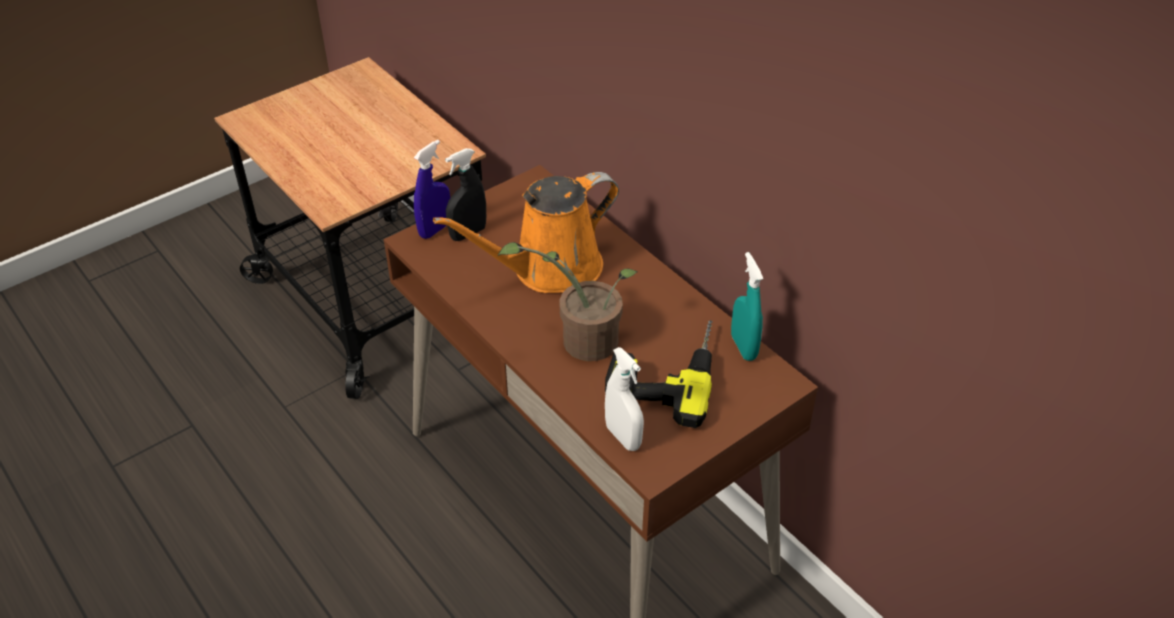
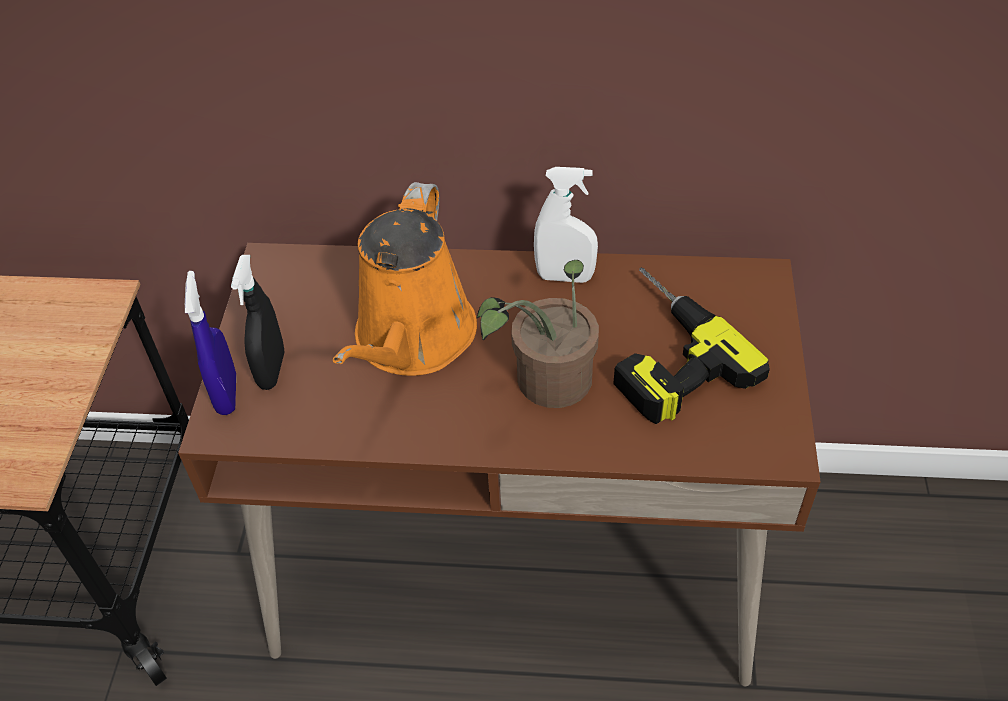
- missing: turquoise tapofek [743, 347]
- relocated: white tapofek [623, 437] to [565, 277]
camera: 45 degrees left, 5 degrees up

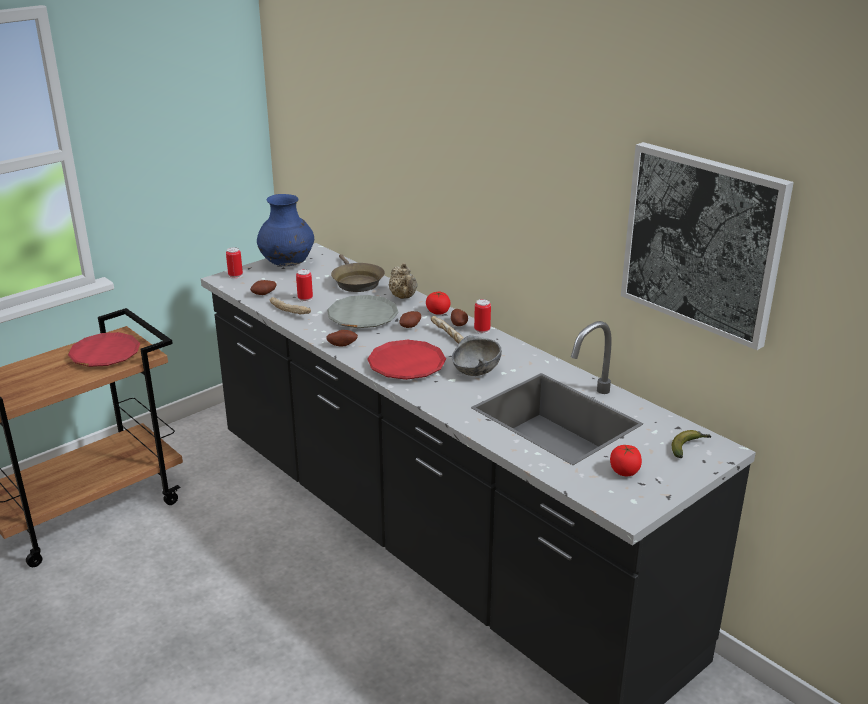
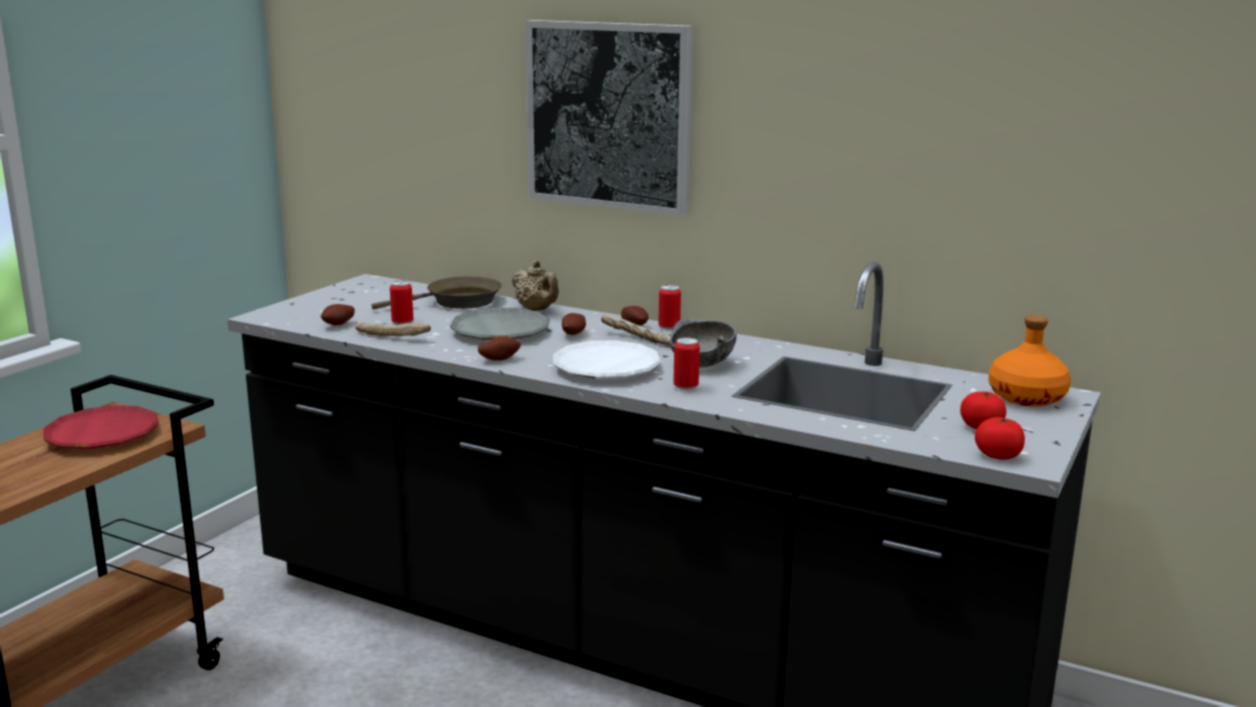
- missing: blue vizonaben [287, 264]
- relocated: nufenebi [235, 275] to [685, 387]
- relocated: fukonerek [438, 312] to [998, 455]
- relocated: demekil [702, 242] to [609, 115]
- exchanged: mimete [689, 447] to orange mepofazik [1027, 397]
- colour: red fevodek [406, 365] to white fevodek [606, 368]
- spun: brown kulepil [356, 281] = [457, 302] 75 degrees counterclockwise
camera: 20 degrees left, 10 degrees down

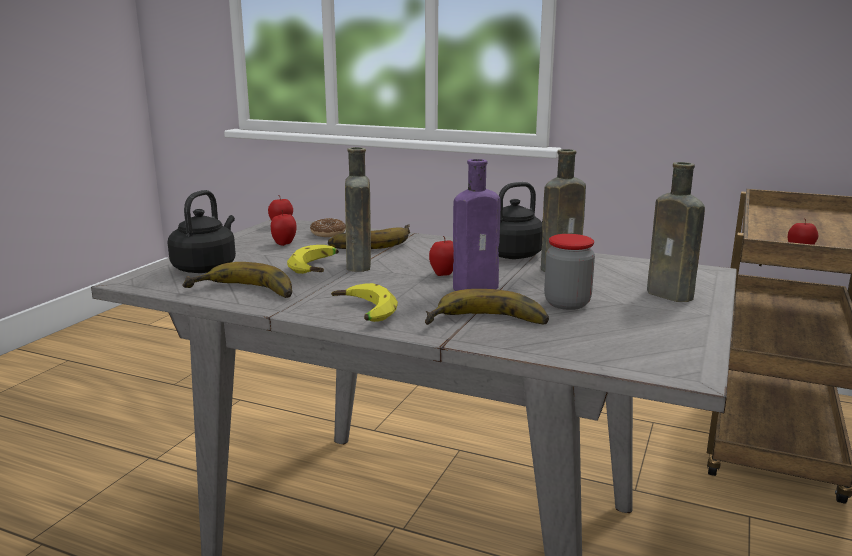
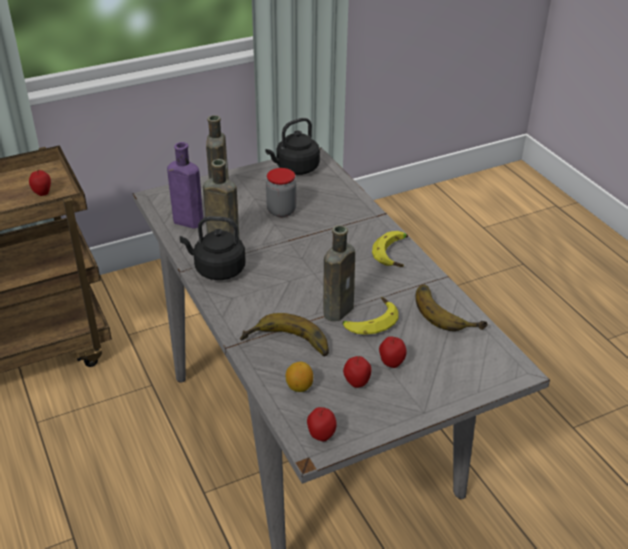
- missing: mimete [487, 324]
- relocated: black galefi [206, 267] to [295, 168]
- relocated: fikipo [444, 274] to [391, 363]
- relocated: purple mepofazik [478, 287] to [186, 221]
- exchanged: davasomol [328, 234] to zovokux [299, 387]
camera: 140 degrees left, 20 degrees up

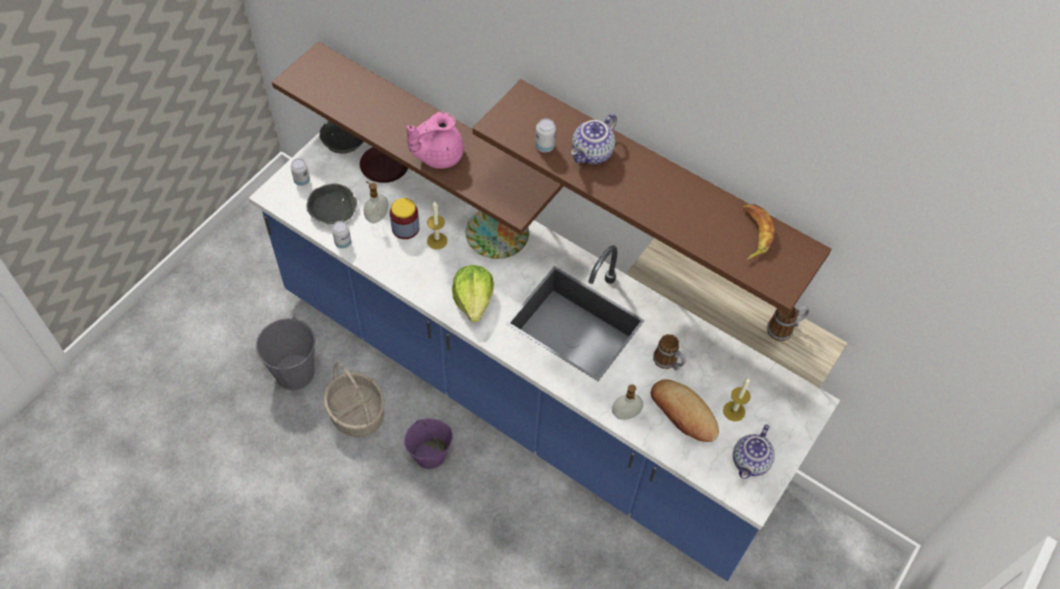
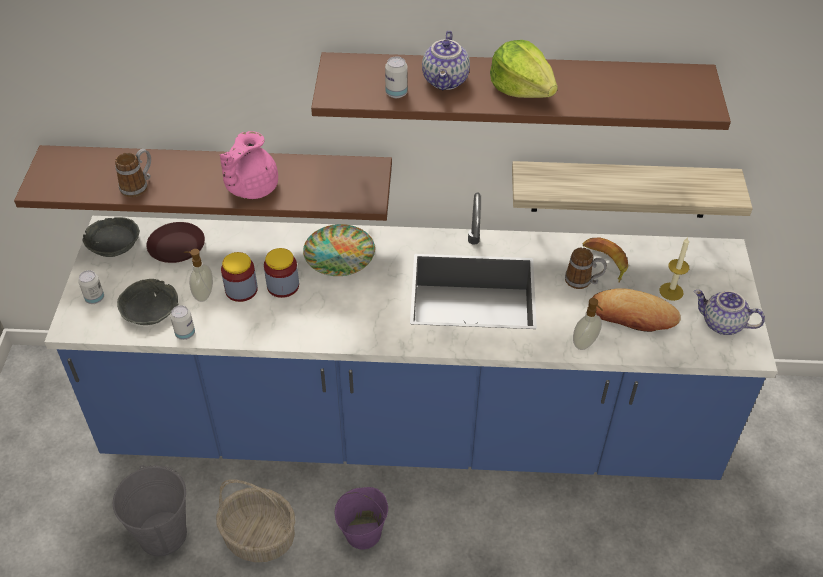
- relocated: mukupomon [473, 300] to [522, 89]
- relocated: mimete [753, 234] to [605, 261]
- relocated: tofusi [784, 329] to [138, 185]
- exchanged: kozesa [437, 241] to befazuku [283, 286]
- spun: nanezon [751, 462] = [721, 324] 120 degrees clockwise
camera: 30 degrees left, 10 degrees down

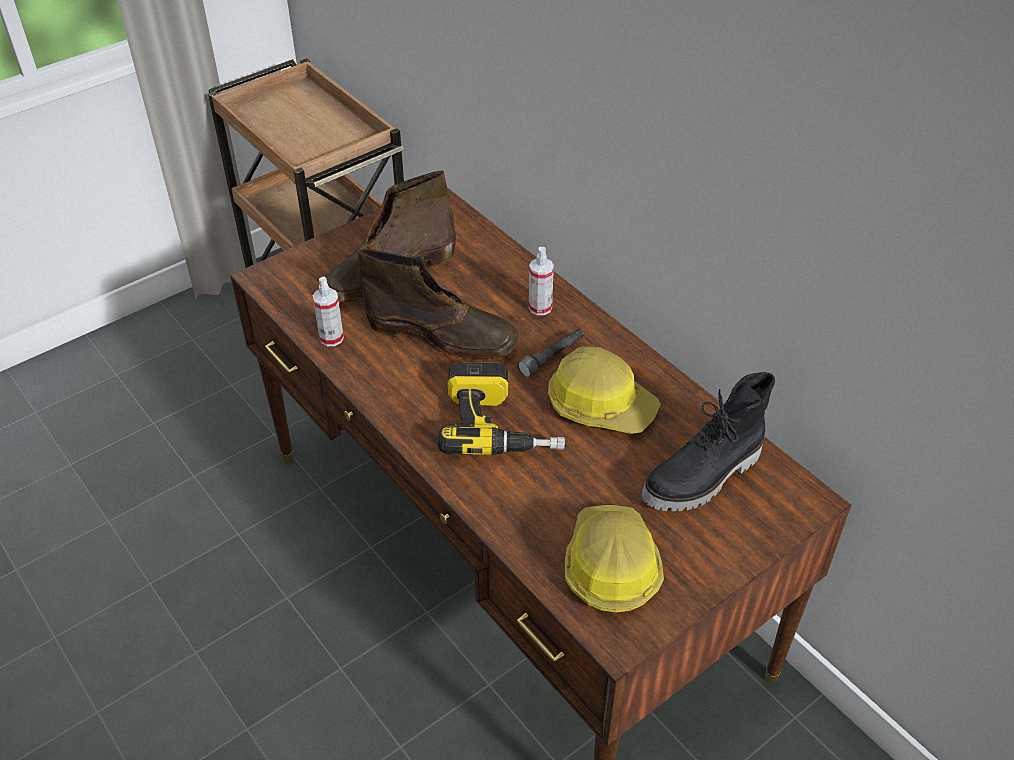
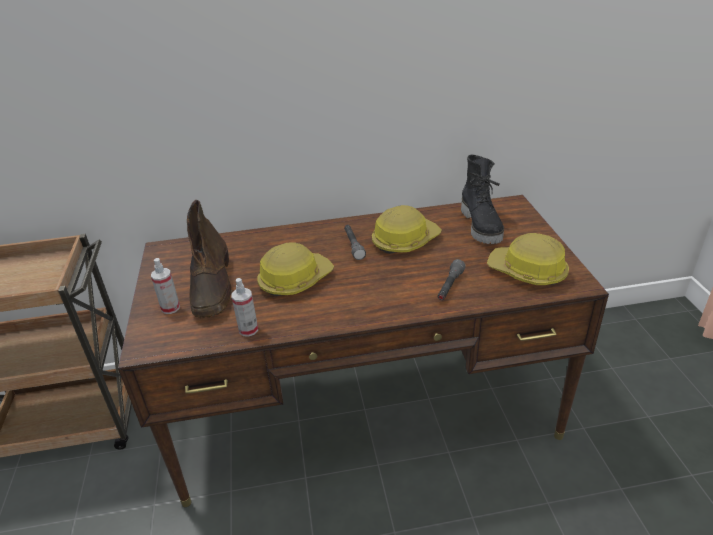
- missing: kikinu [501, 424]
- appeared: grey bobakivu [449, 286]
- relocated: tapofek [540, 307] to [170, 308]
- exchanged: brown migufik [443, 335] to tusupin [294, 280]
camera: 60 degrees left, 10 degrees down

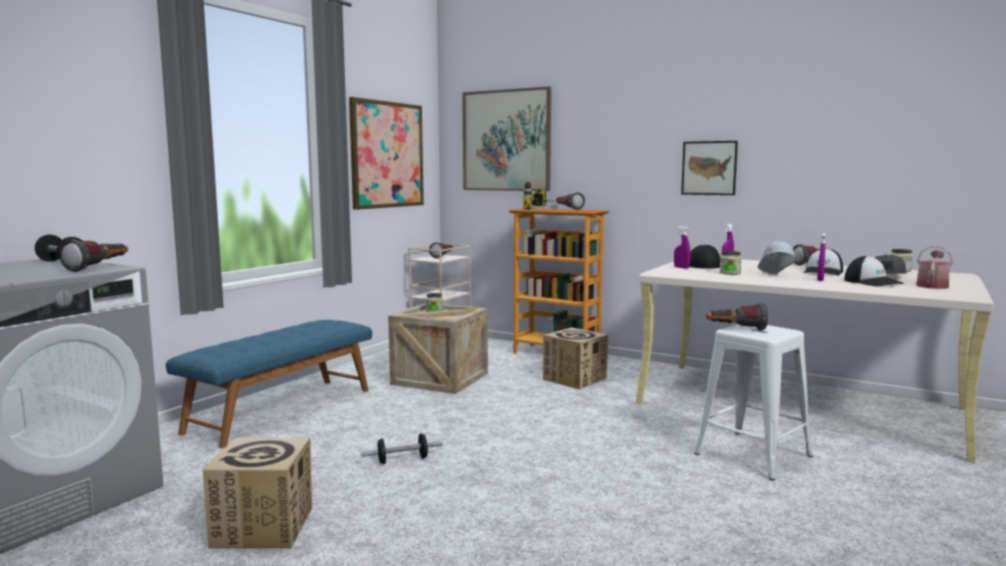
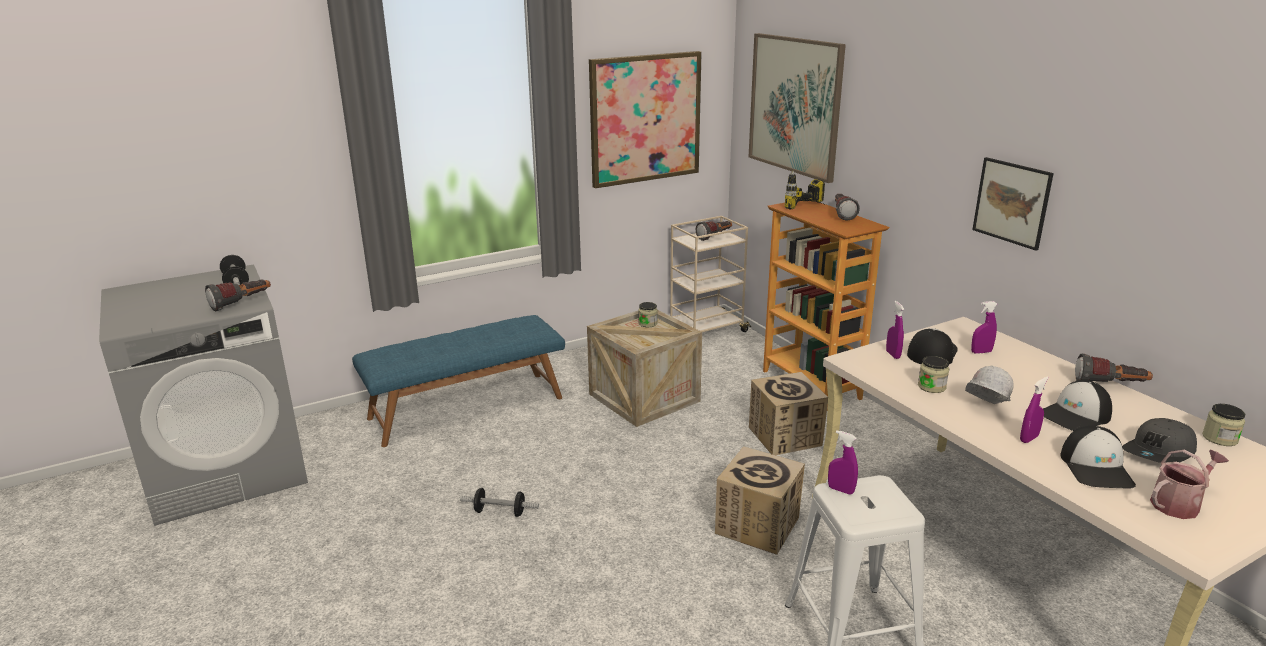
- relocated: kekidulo [263, 527] to [758, 525]
- exchanged: bobakivu [735, 329] to purple tapofek [840, 490]
camera: 30 degrees right, 15 degrees up

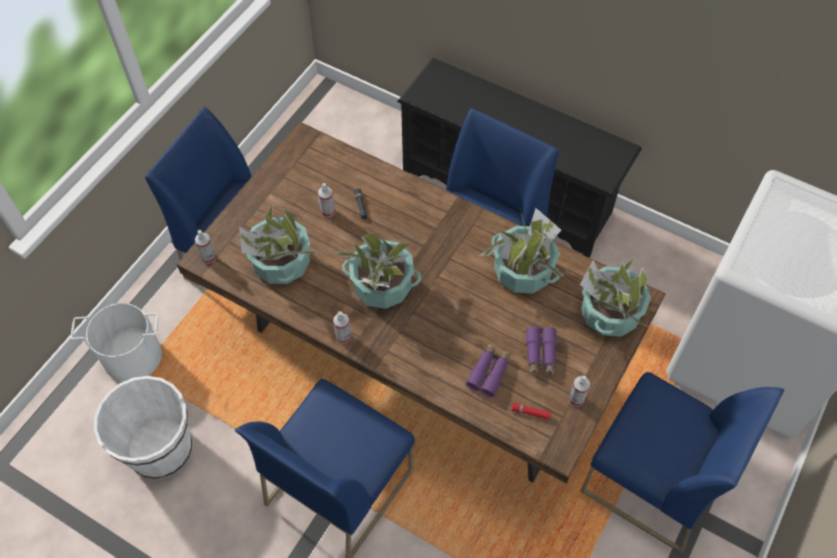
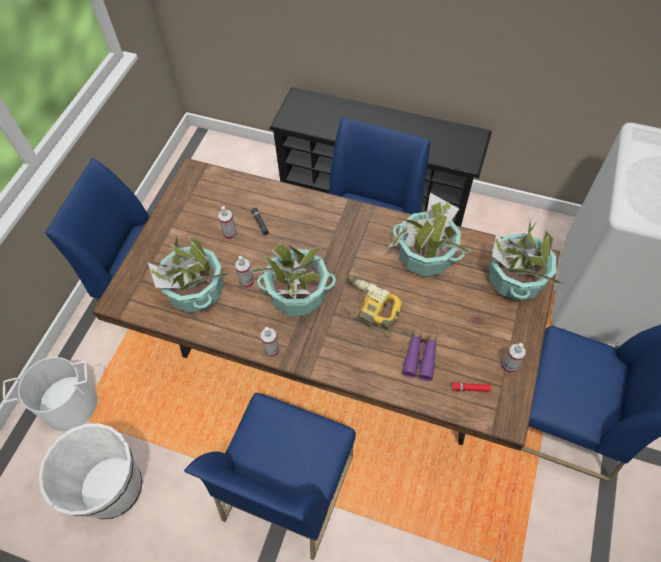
- missing: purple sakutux [540, 355]
- appeared: kikinu [368, 308]
- relocated: tapofek [208, 257] to [247, 282]
camera: 10 degrees left, 0 degrees up

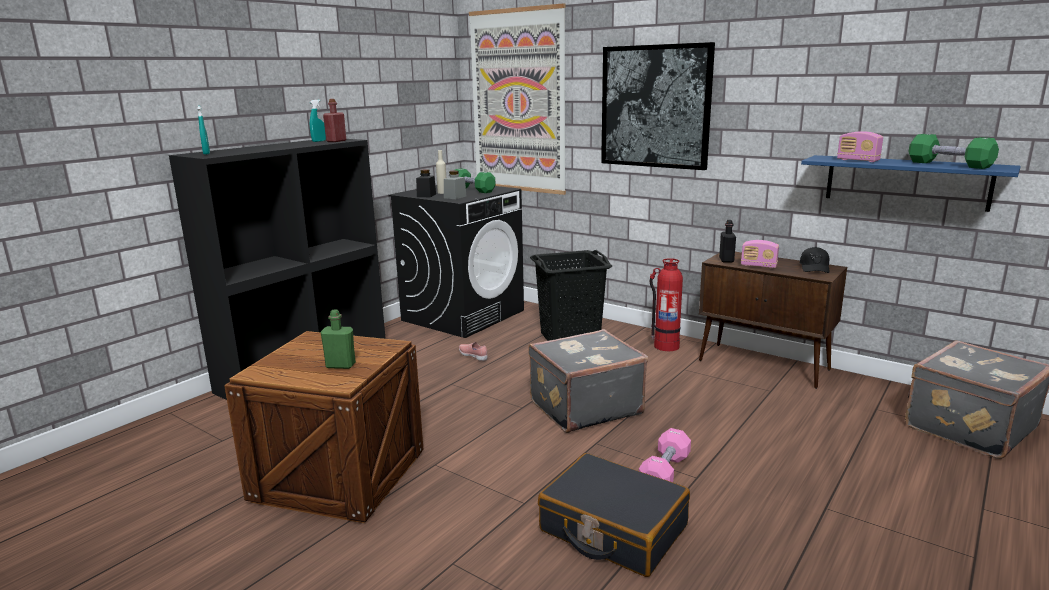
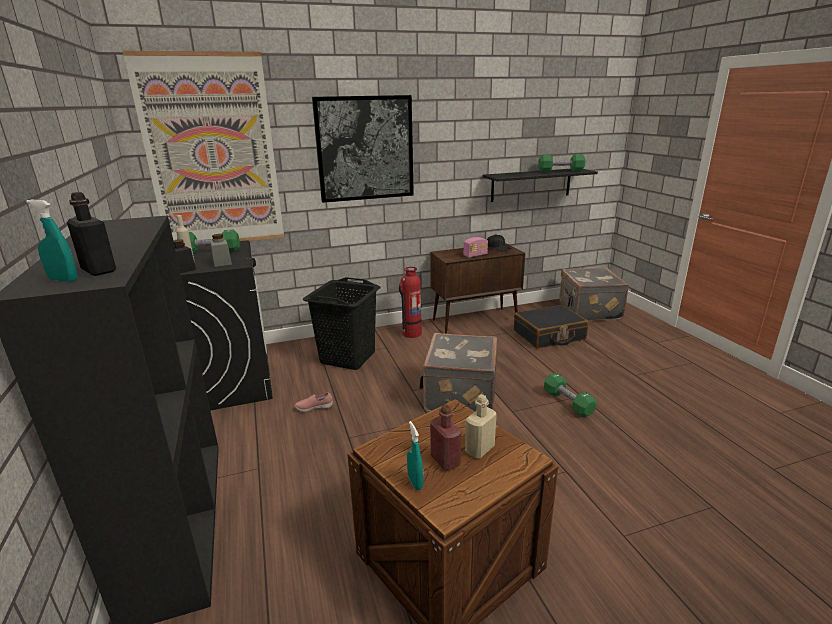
- missing: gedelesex [858, 160]
- relocated: turquoise tapofek [319, 141] to [415, 482]
- relocated: red mepofazik [336, 141] to [445, 461]
- relocated: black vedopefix [612, 529] to [549, 335]
- relocated: black mepofazik [726, 260] to [99, 270]
- colour: green mepofazik [340, 365] to beige mepofazik [479, 449]
- colour: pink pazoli [664, 472] to green pazoli [568, 403]
- colour: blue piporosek [906, 182] to black piporosek [531, 184]
camera: 55 degrees left, 5 degrees up

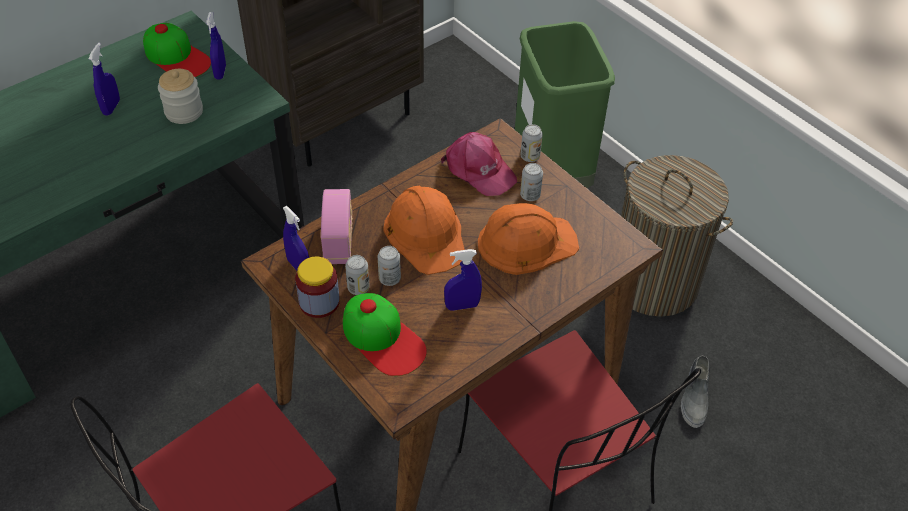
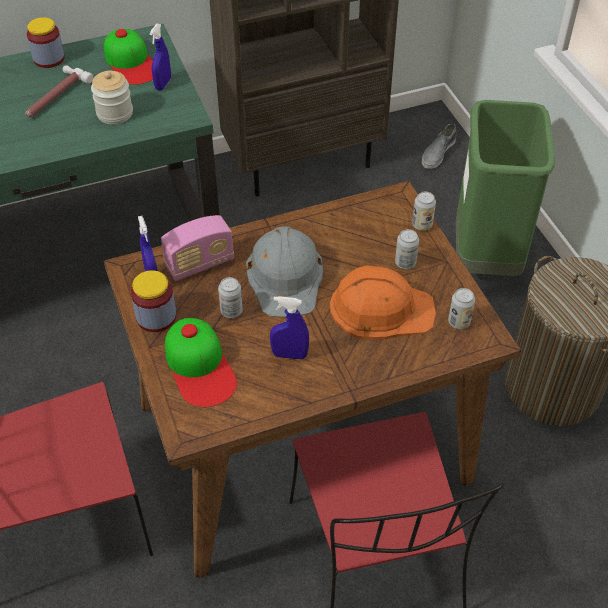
- missing: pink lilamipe [479, 170]
- appeared: befazuku [49, 59]
- relocated: nufenebi [358, 288] to [459, 322]
- relocated: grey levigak [695, 396] to [438, 152]
- exchanged: blue tapofek [111, 107] to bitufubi [54, 96]
- colour: orange tusupin [426, 234] to grey tusupin [286, 276]
- spun: gedelesex [338, 241] = [200, 264] 45 degrees clockwise
camera: 20 degrees right, 0 degrees up

